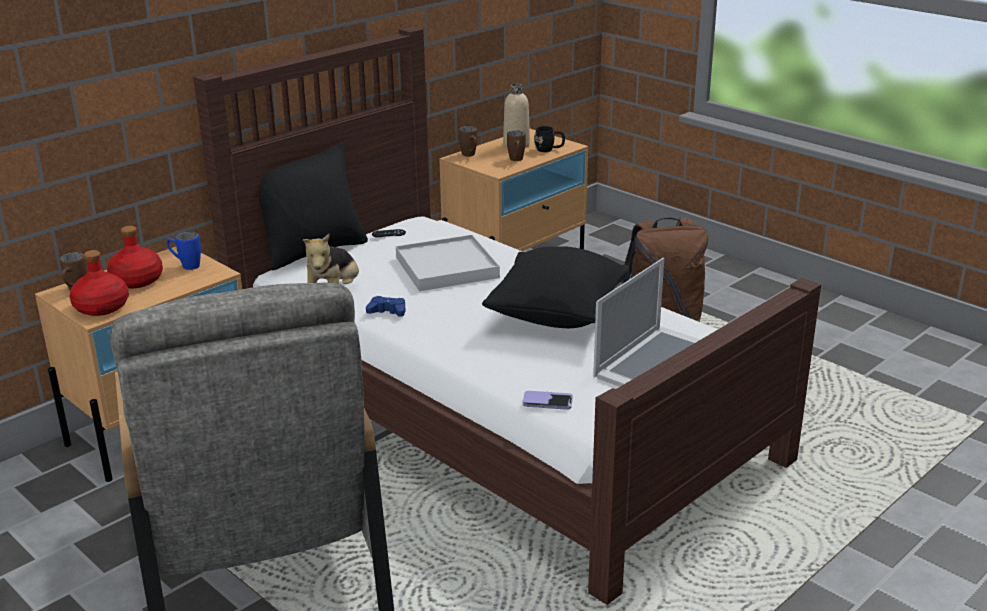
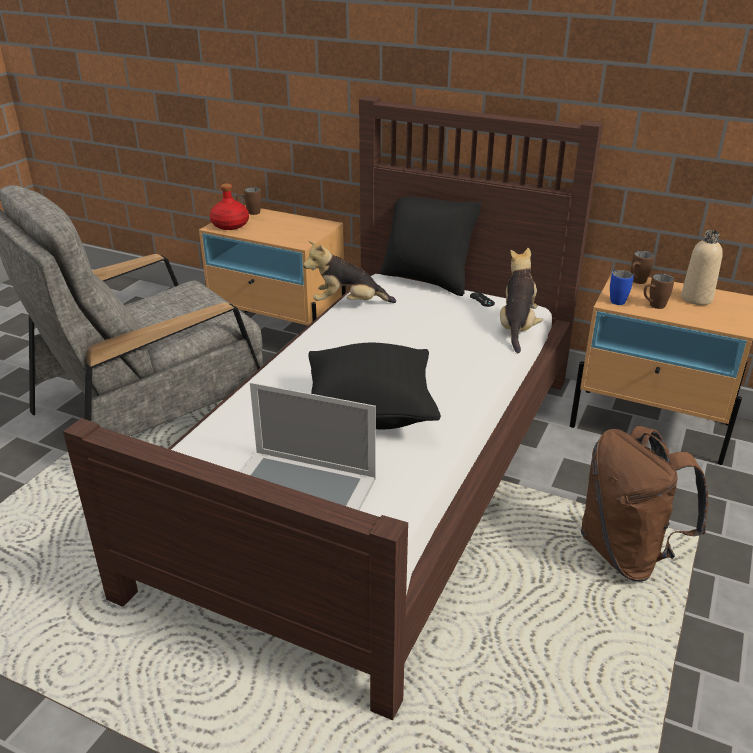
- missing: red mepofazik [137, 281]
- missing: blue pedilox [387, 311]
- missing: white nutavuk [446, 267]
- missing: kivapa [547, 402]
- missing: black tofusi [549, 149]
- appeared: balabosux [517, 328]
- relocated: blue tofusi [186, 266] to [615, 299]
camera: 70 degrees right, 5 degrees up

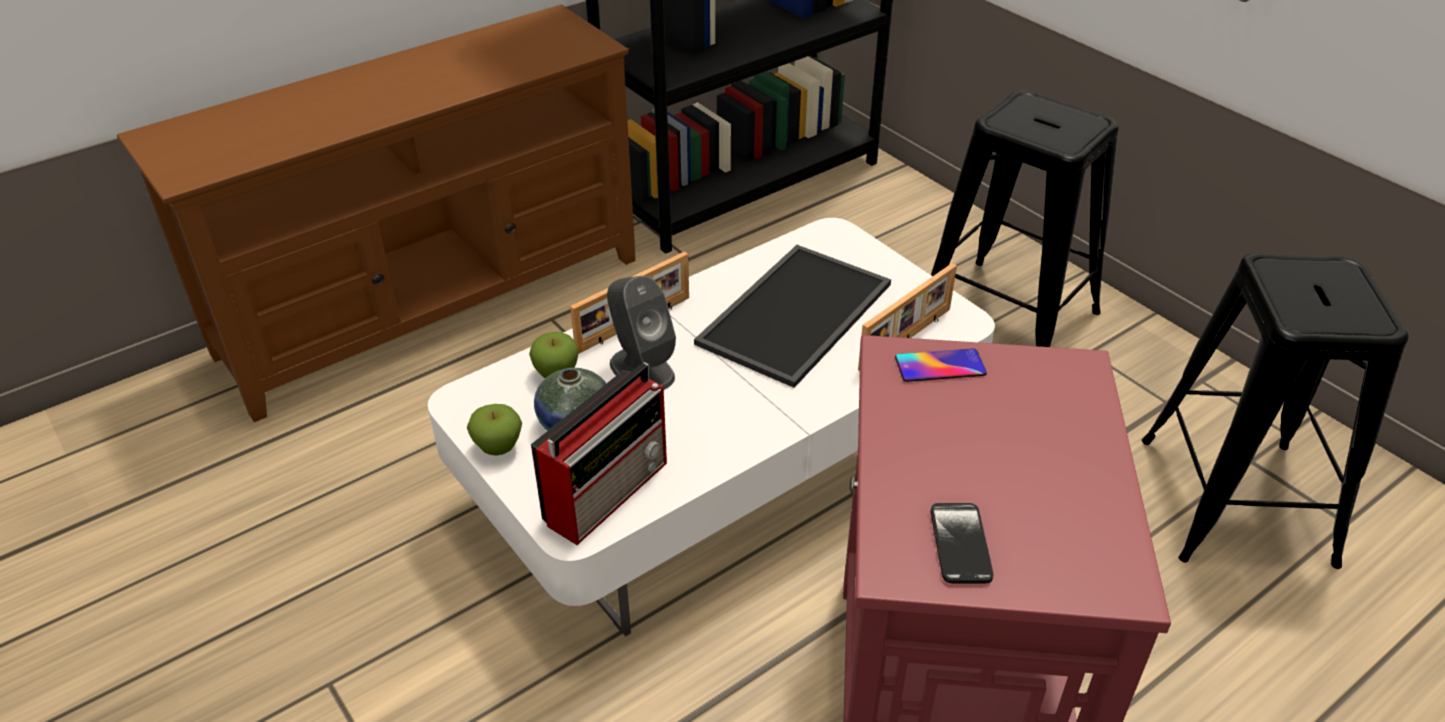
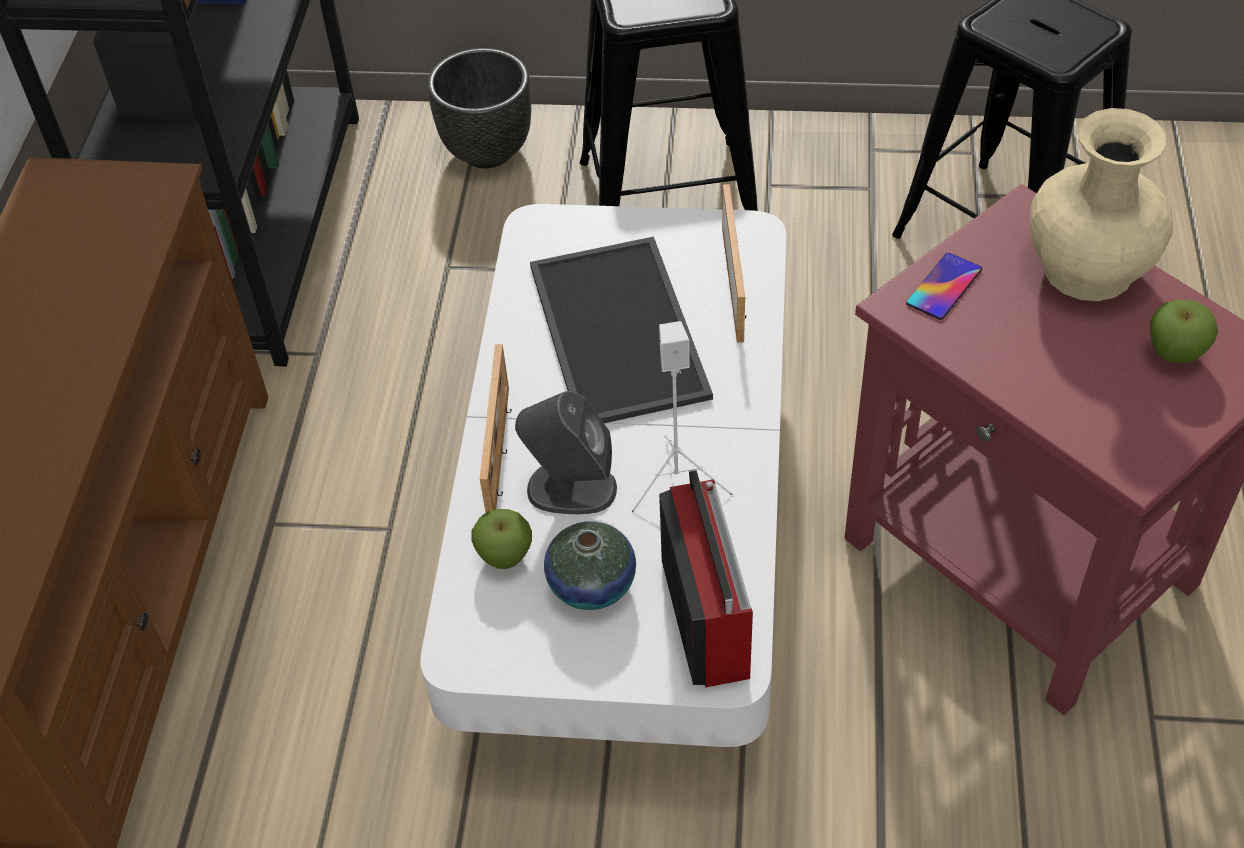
- missing: kivapa [960, 544]
- appeared: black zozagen [488, 152]
- appeared: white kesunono [678, 480]
- appeared: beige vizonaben [1086, 268]
- relocated: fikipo [498, 447] to [1174, 353]
camera: 45 degrees left, 10 degrees up

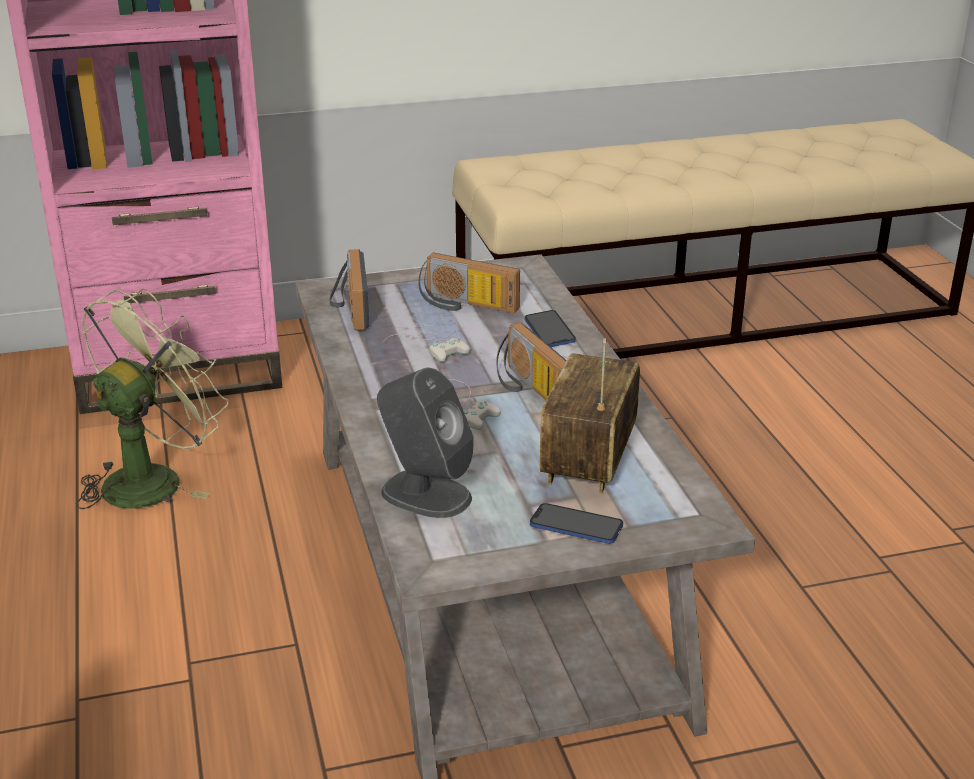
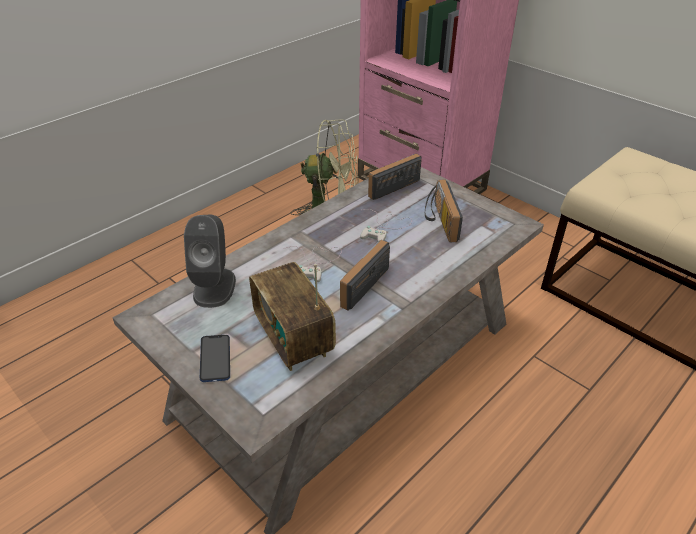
- missing: kivapa [549, 331]
- spun: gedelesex [589, 461] = [294, 338] 105 degrees counterclockwise
camera: 60 degrees right, 10 degrees up

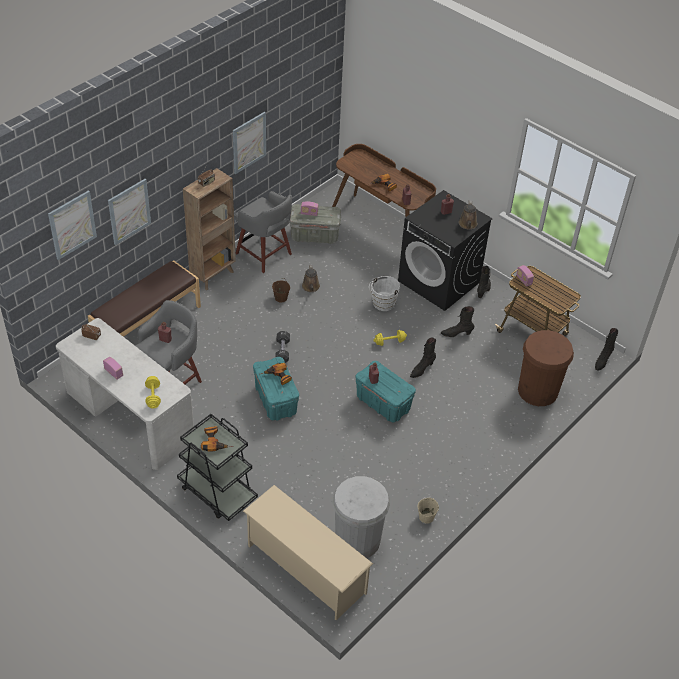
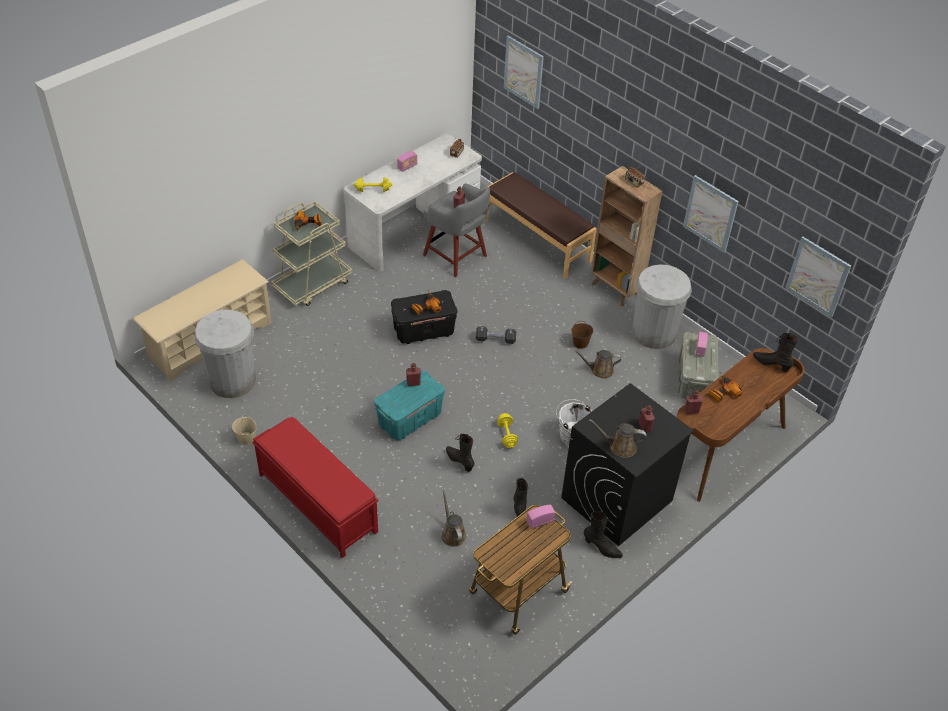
- missing: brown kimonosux [537, 391]
- appeared: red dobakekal [317, 502]
- appeared: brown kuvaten [452, 533]
- relocated: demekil [129, 211] to [817, 276]
- relocated: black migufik [602, 361] to [771, 364]
- exchanged: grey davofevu [264, 255] to white kimonosux [654, 333]
- colour: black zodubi [217, 492] to beige zodubi [313, 284]
- colour: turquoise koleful [275, 400] to black koleful [424, 330]
camera: 95 degrees right, 0 degrees up

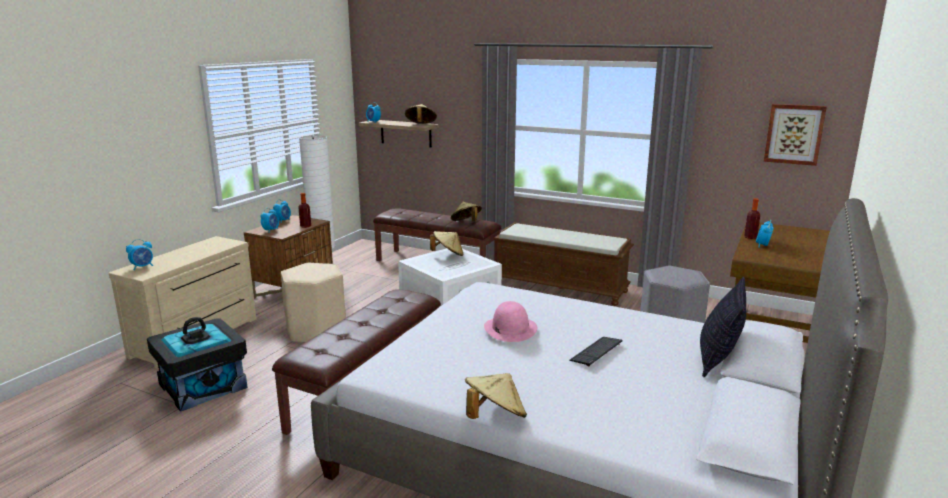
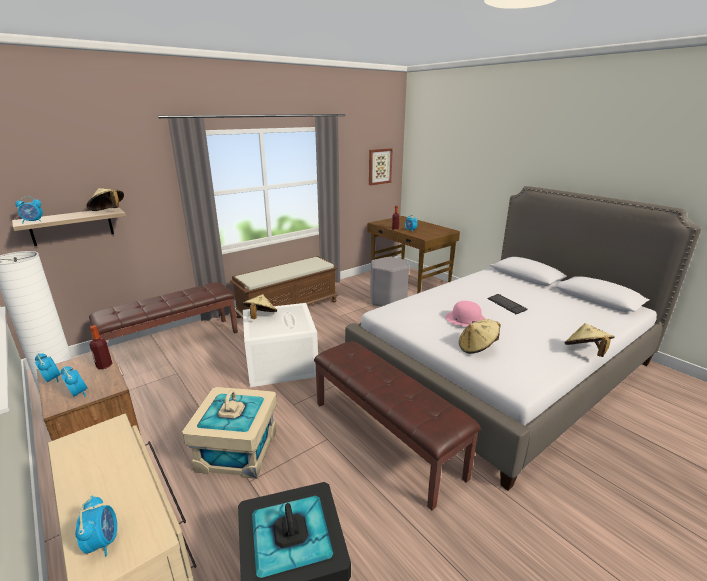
- missing: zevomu [717, 360]
- relocated: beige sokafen [466, 223] to [477, 347]
- exchanged: beige davofevu [316, 331] to beige koleful [238, 451]
camera: 65 degrees left, 5 degrees up

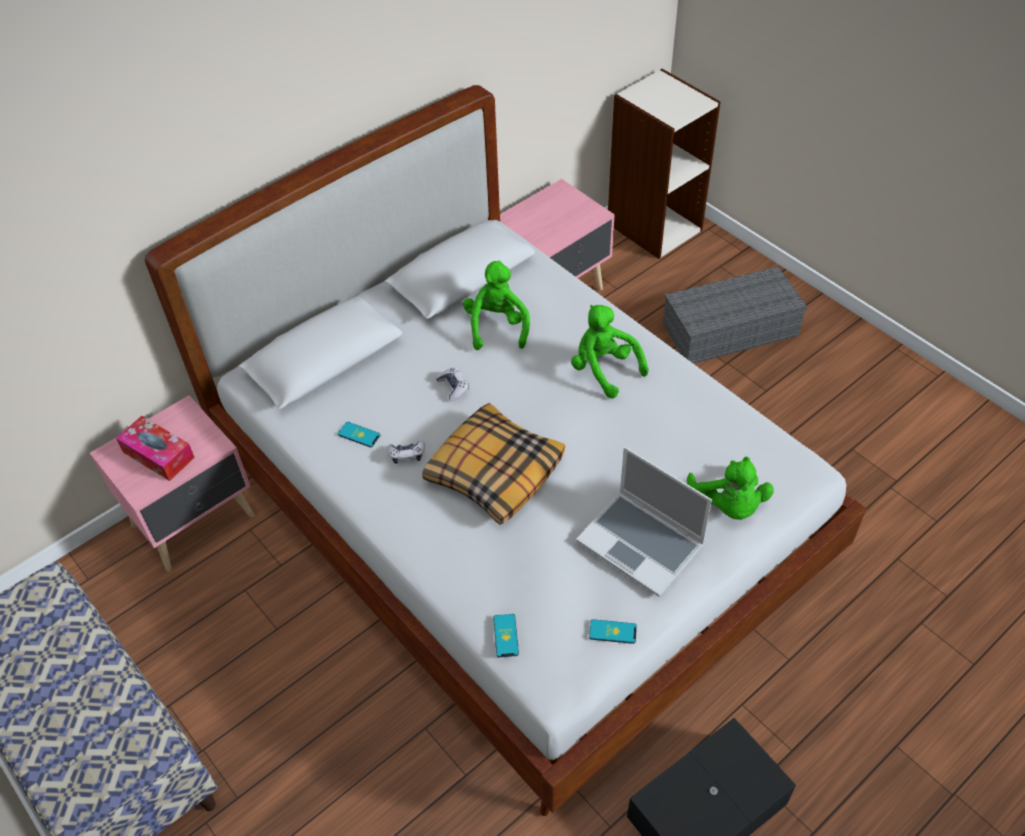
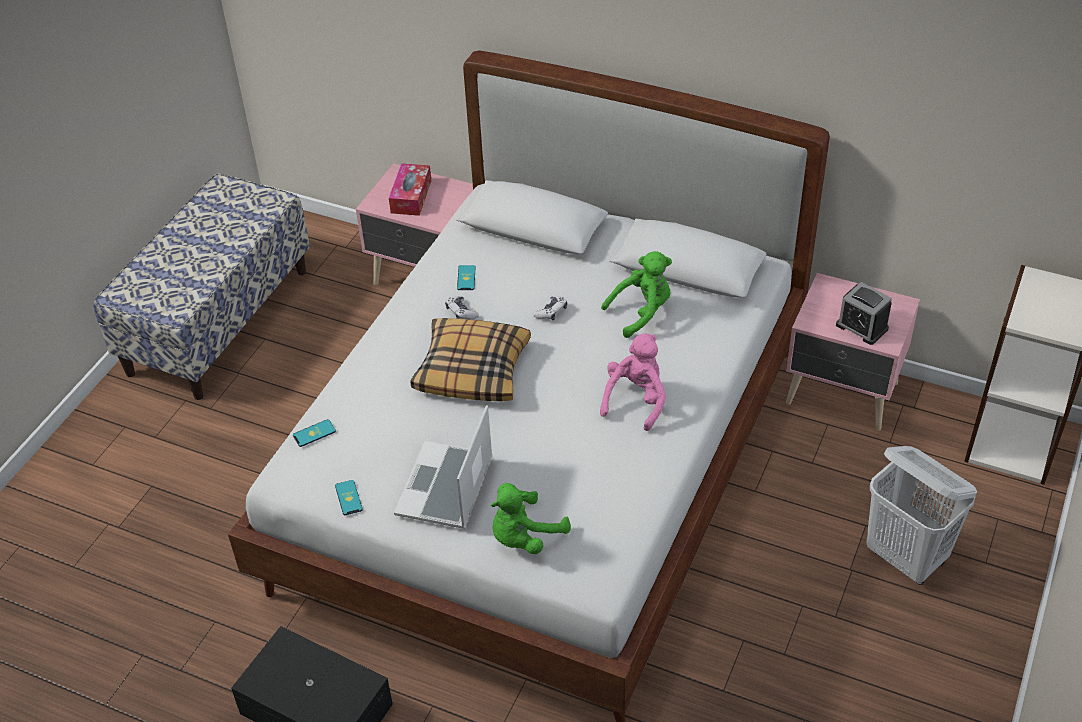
- appeared: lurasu [862, 327]
- exchanged: grey koleful [731, 328] to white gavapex [906, 558]
- colour: green balabosux [604, 369] to pink balabosux [636, 400]
camera: 65 degrees right, 5 degrees down

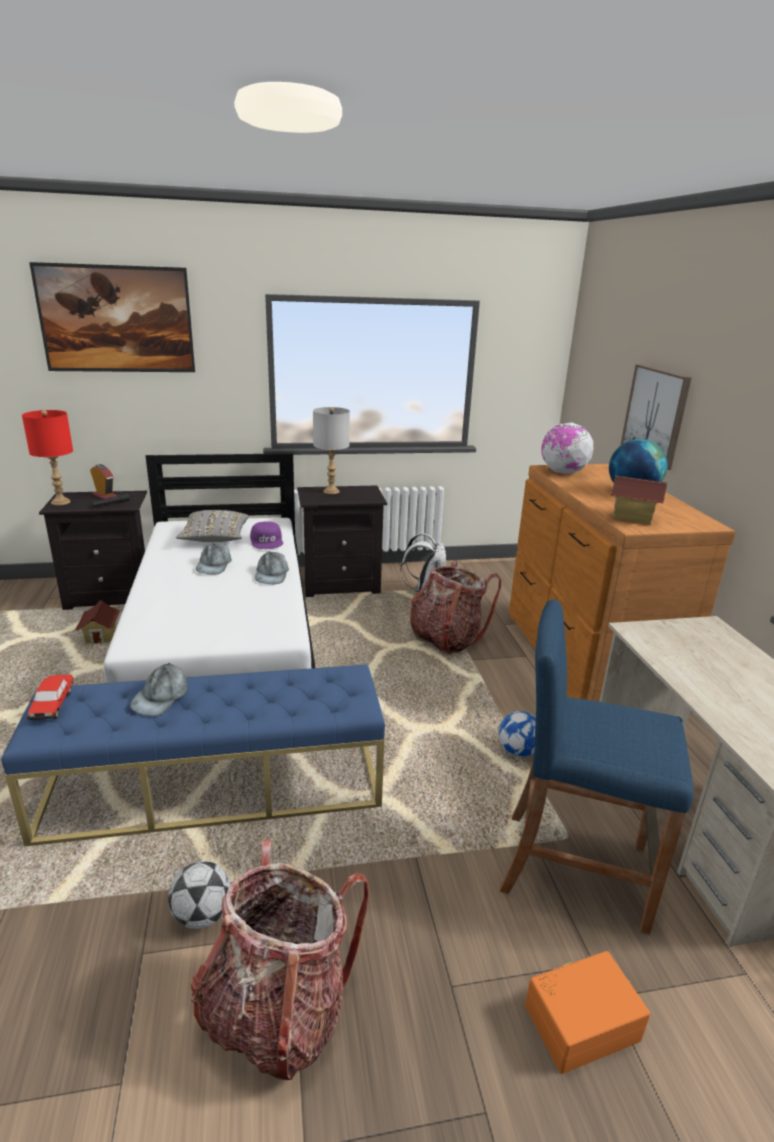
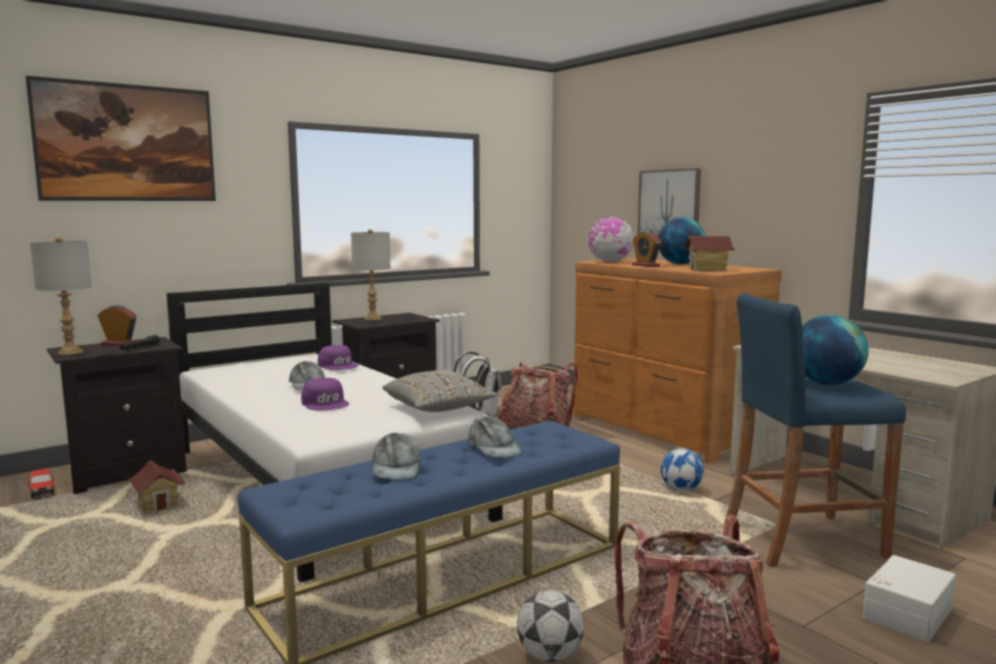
- appeared: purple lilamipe [326, 403]
- appeared: lurasu [645, 265]
- appeared: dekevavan [826, 384]
- relocated: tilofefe [53, 704] to [42, 489]
- relocated: grey zevomu [215, 538] to [438, 409]
- relocated: grey lilamipe [271, 574] to [493, 447]
- colour: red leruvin [60, 502] to grey leruvin [69, 352]
- colour: orange koleful [580, 1020] to white koleful [905, 612]
camera: 25 degrees left, 15 degrees down

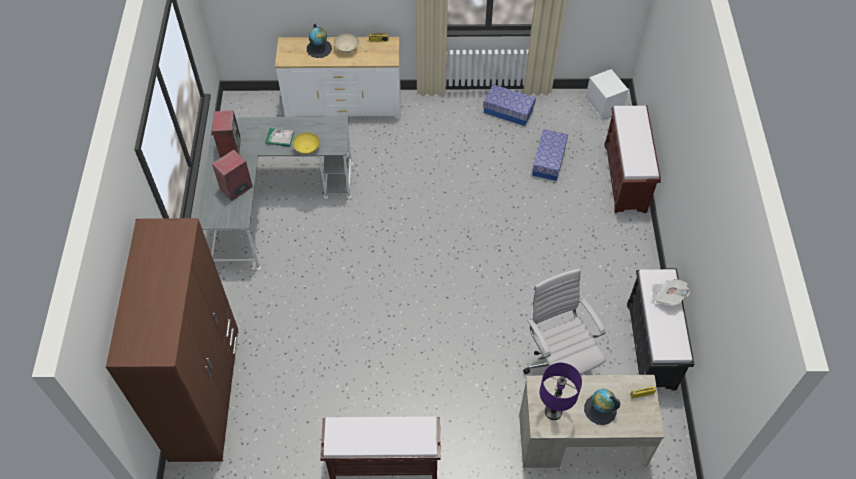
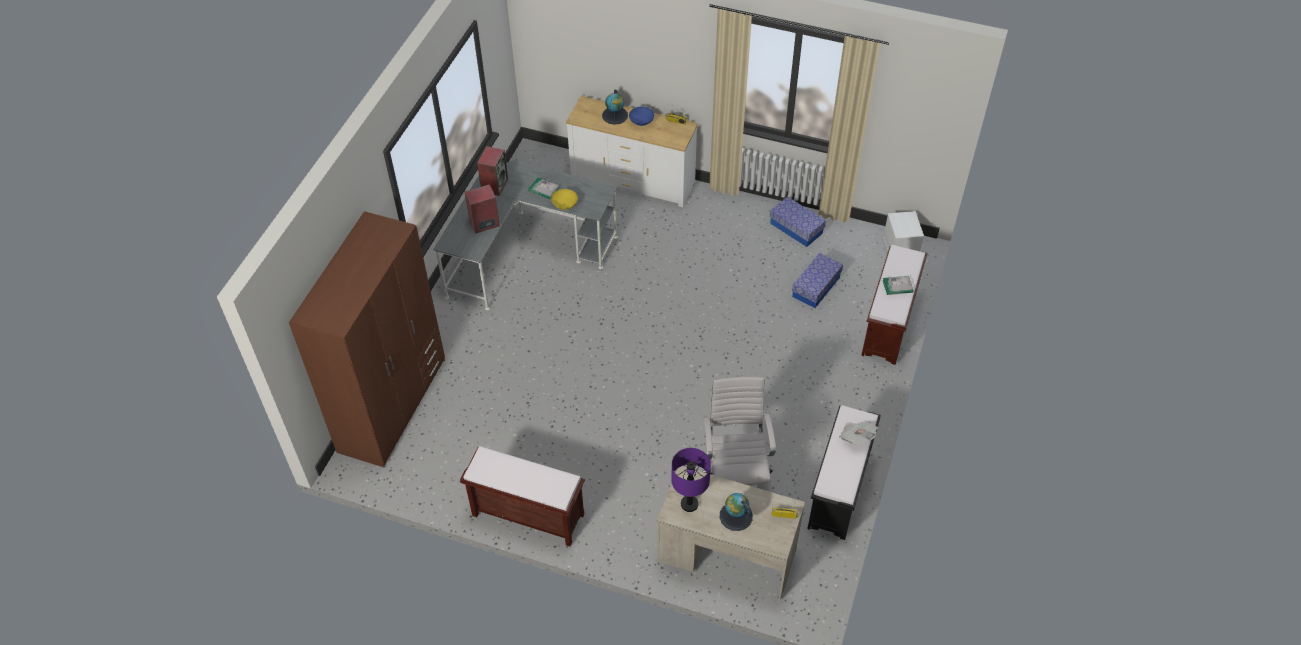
- appeared: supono [897, 286]
- colour: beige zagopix [347, 48] to blue zagopix [641, 122]
camera: 20 degrees right, 5 degrees down

